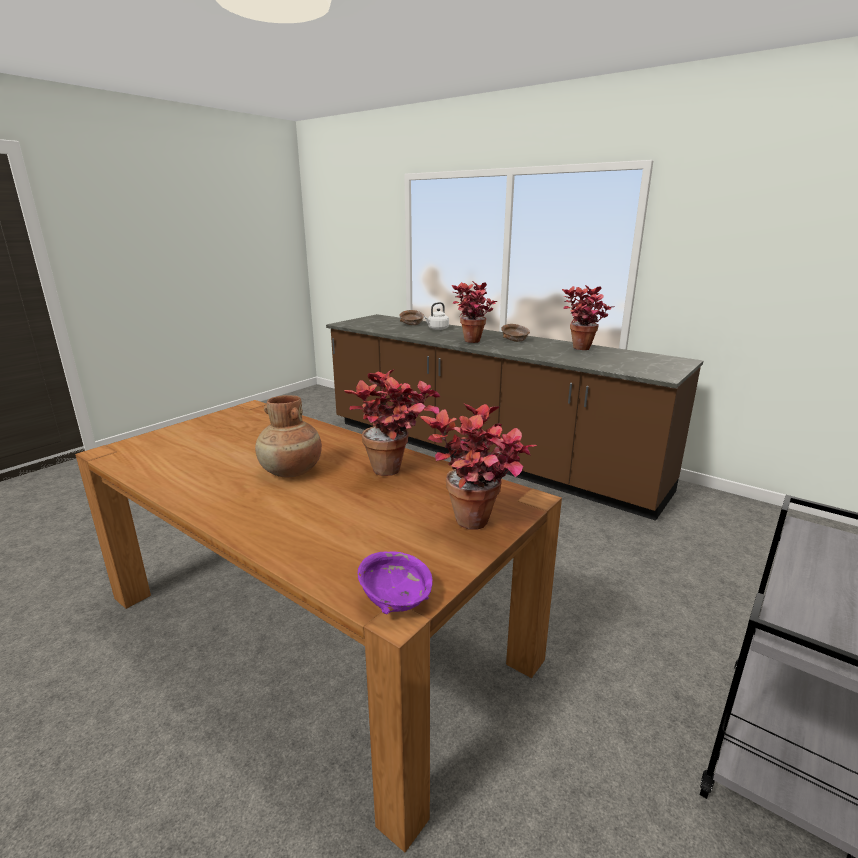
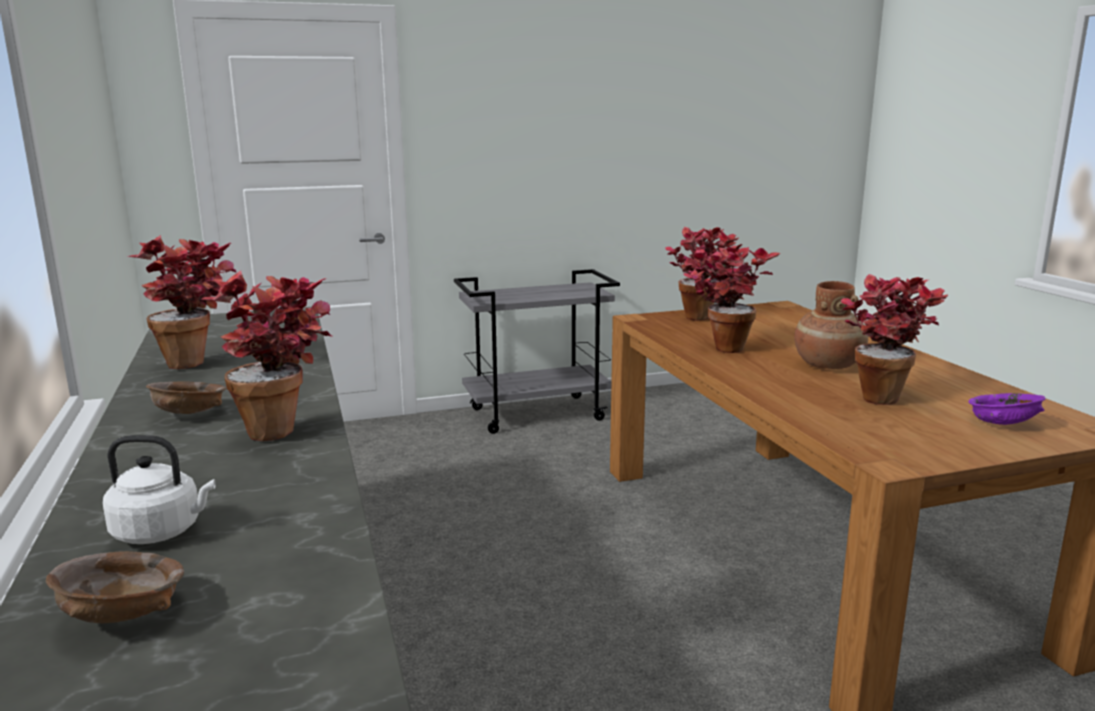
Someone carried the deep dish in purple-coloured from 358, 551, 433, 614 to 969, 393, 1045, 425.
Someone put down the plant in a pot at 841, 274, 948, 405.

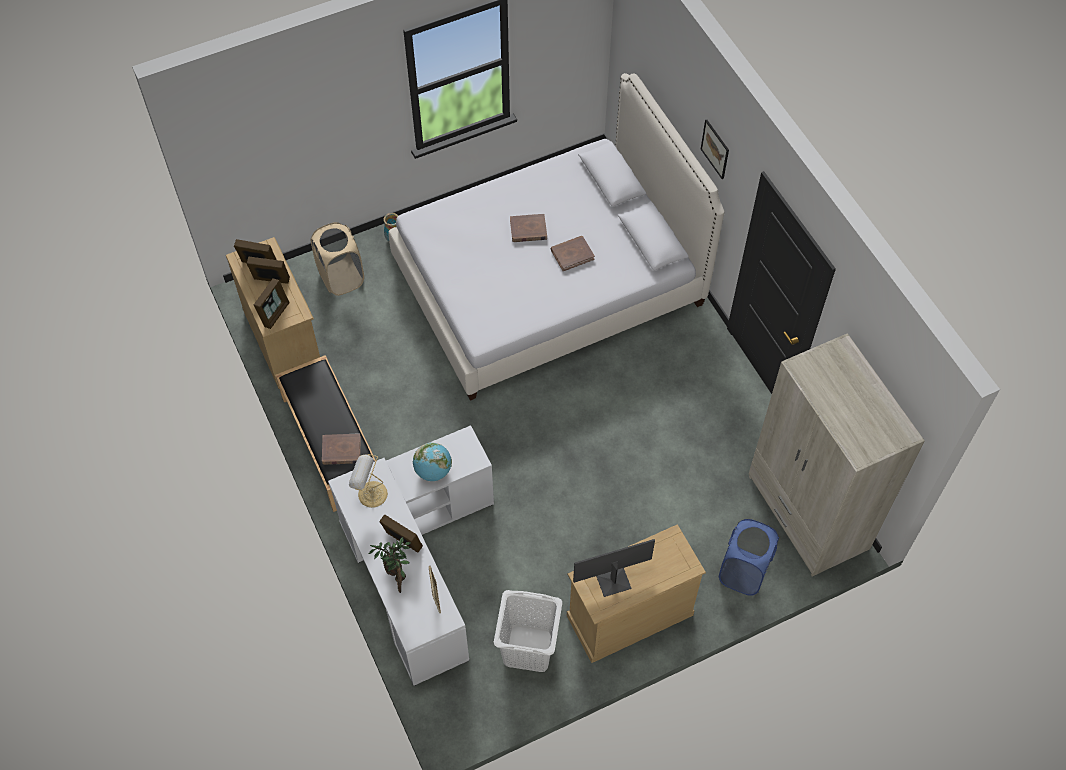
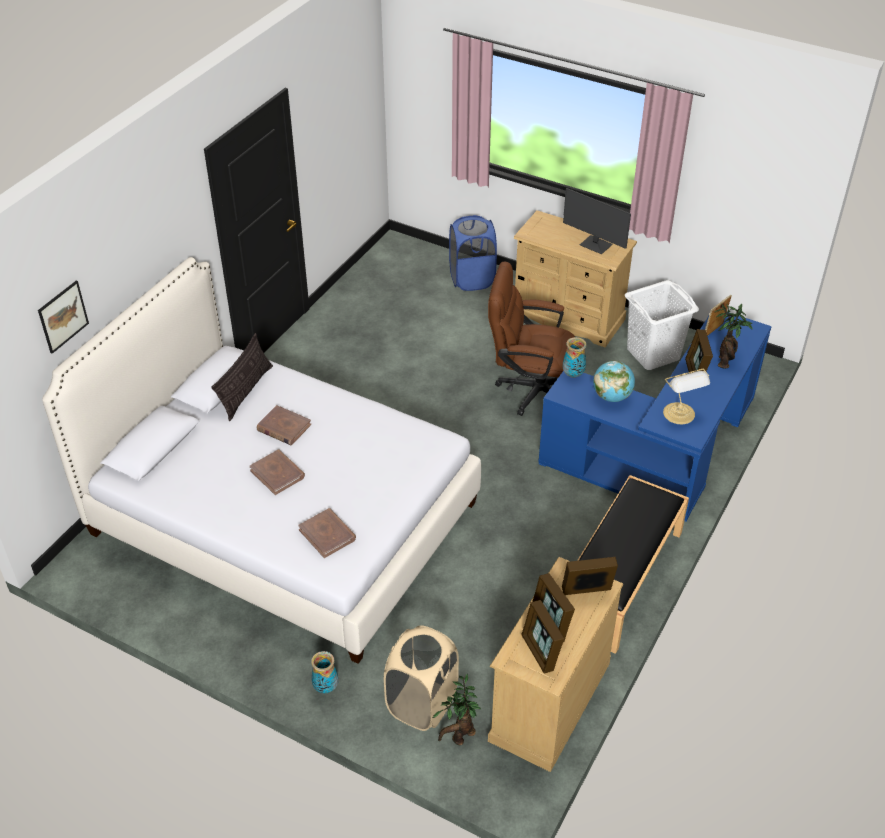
Someone carried the book in brownish from 322, 433, 361, 465 to 298, 508, 356, 558.
Someone repainted the desk in white-coloured at 328, 425, 494, 686, which became the desk in blue at 538, 315, 772, 521.
Someone carried the wall picture from 701, 120, 729, 179 to 38, 281, 89, 354.
Someone took away the armoire in beige at 749, 333, 925, 576.
Someone put down the pillow at 212, 333, 273, 421.
Someone put down the plant in a pot at 433, 674, 481, 746.
Someone put down the computer chair in brownish at 488, 262, 575, 416.
Someone put down the decorative vase at 563, 337, 587, 378.

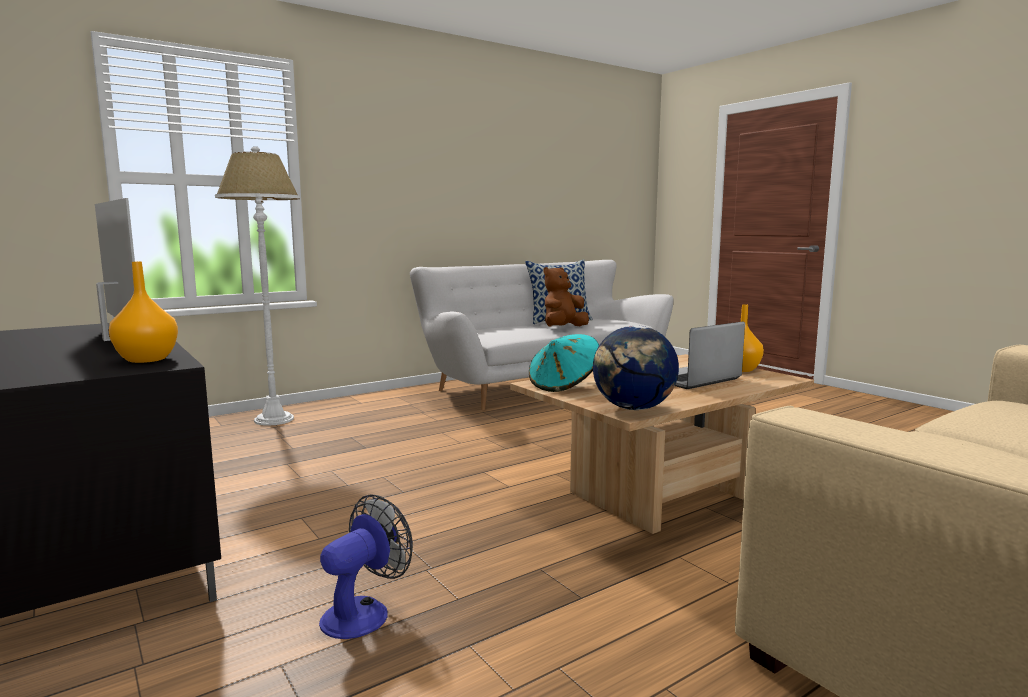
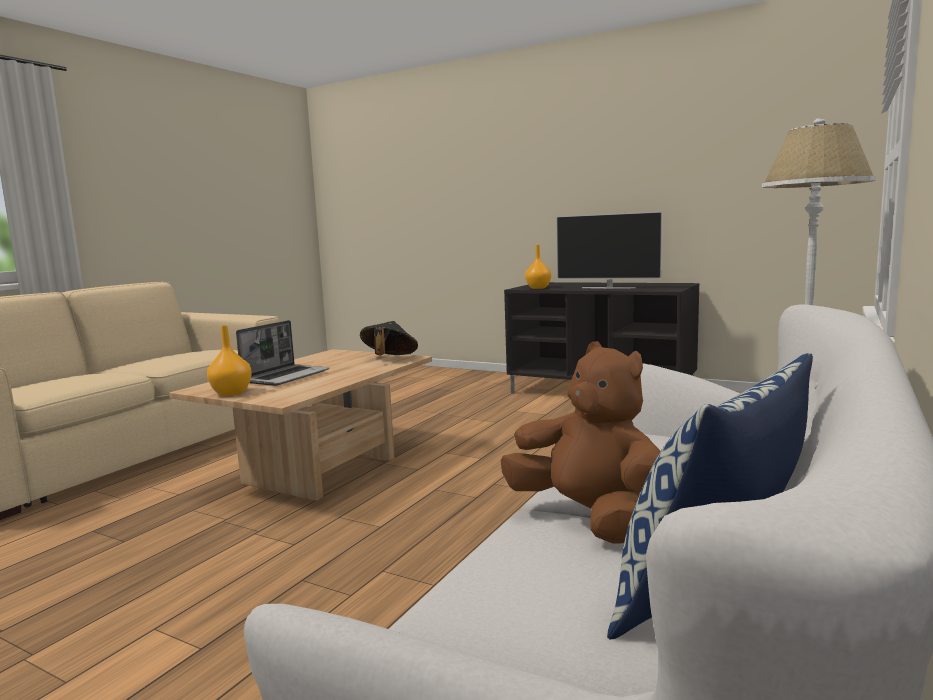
Someone took away the cooling fan at 319, 494, 413, 639.
Someone repainted the hat in turquoise at 529, 334, 599, 392, which became the hat in black at 360, 321, 418, 355.
Someone rotated the cuddly toy in brownish at 544, 267, 589, 327 by 60 degrees counterclockwise.
Someone took away the world globe at 593, 325, 679, 410.

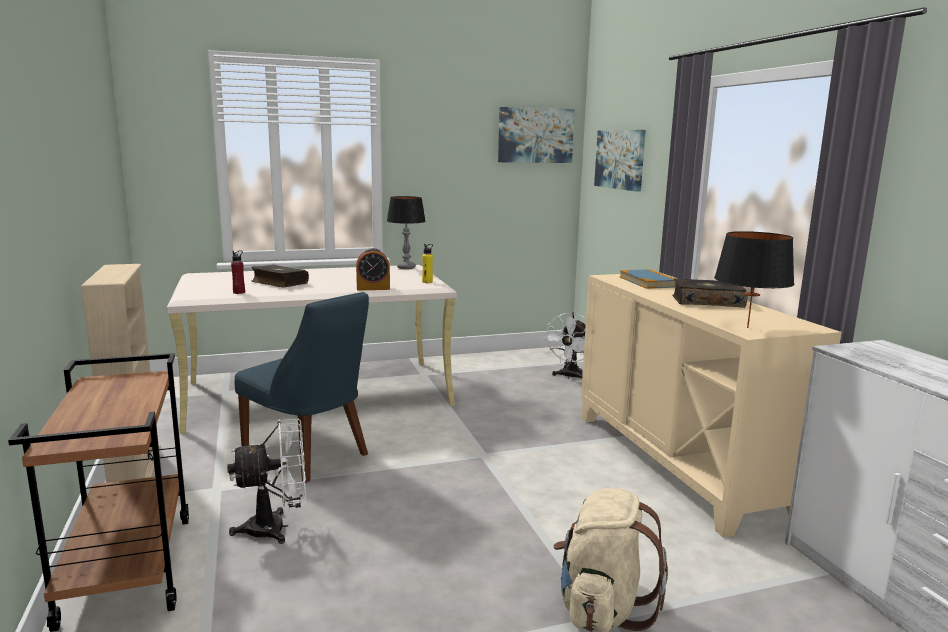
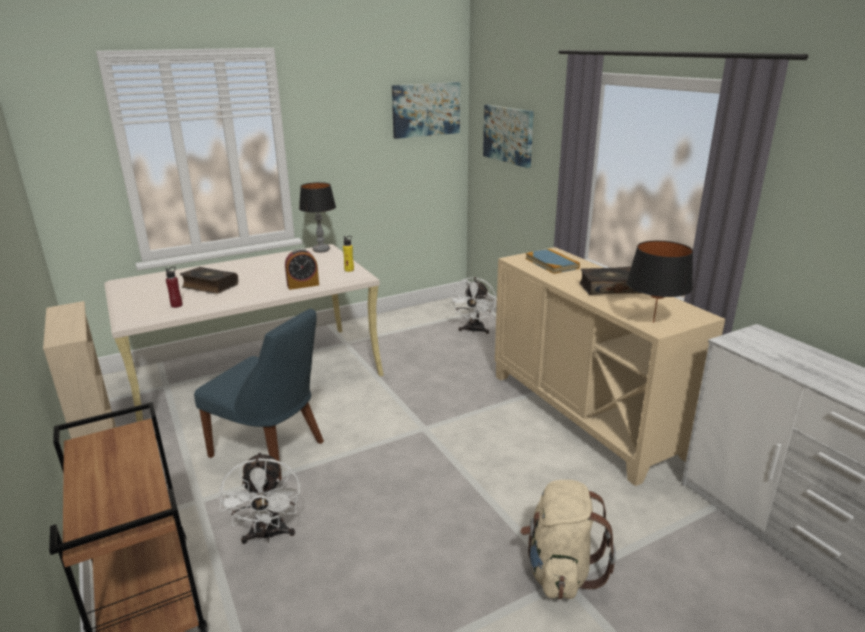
Someone rotated the cooling fan in white-coloured at 227, 419, 306, 544 by 105 degrees clockwise.

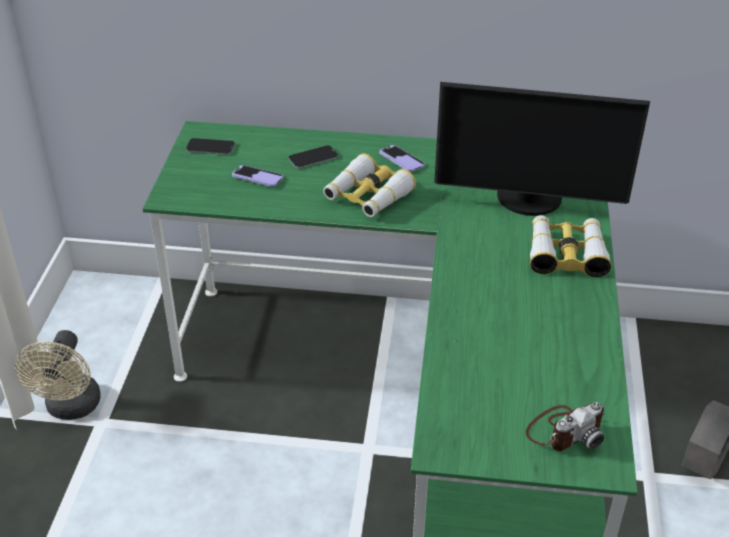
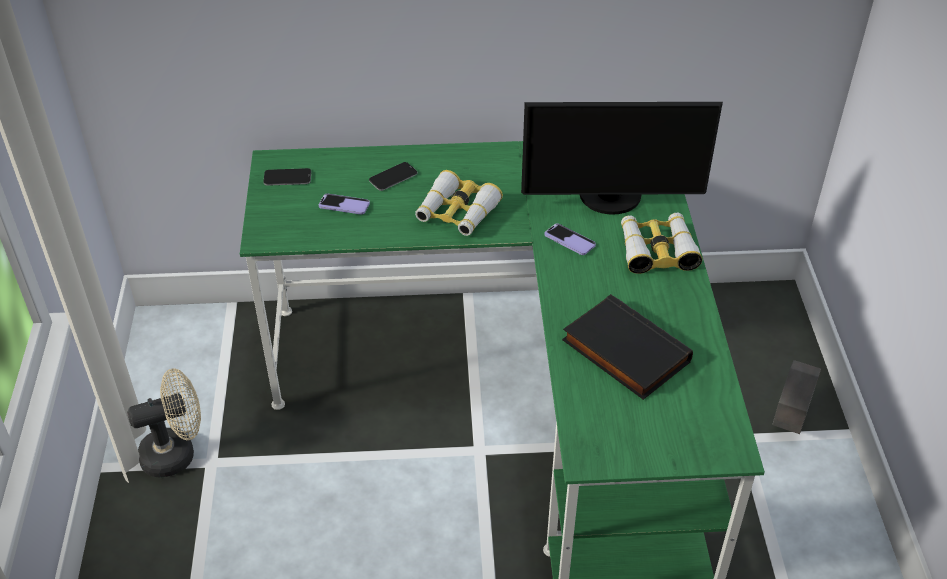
Someone rotated the cooling fan in beige at 15, 330, 101, 420 by 105 degrees counterclockwise.
Someone carried the handset from 379, 145, 425, 172 to 544, 223, 596, 255.
Someone took away the still camera at 525, 402, 604, 451.
Someone put down the book in black at 562, 294, 693, 400.

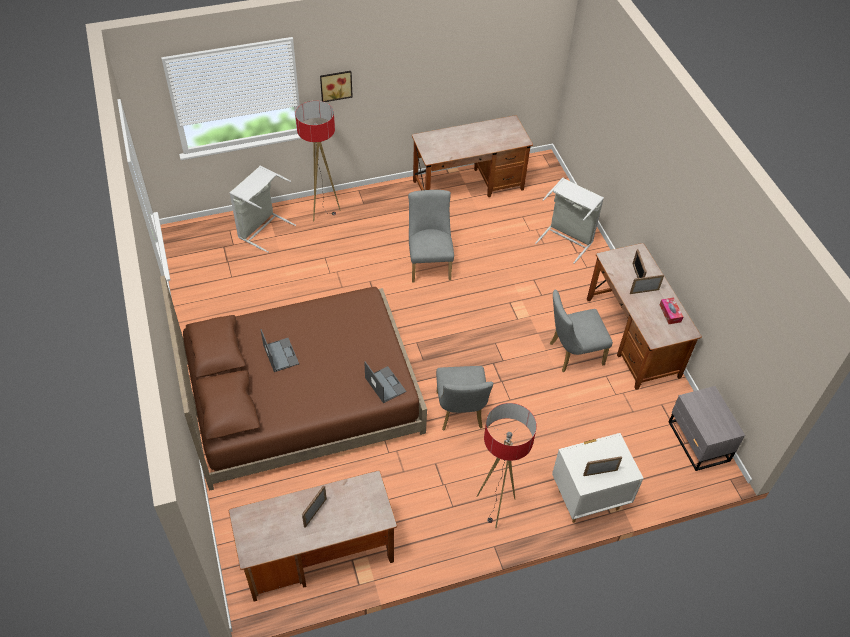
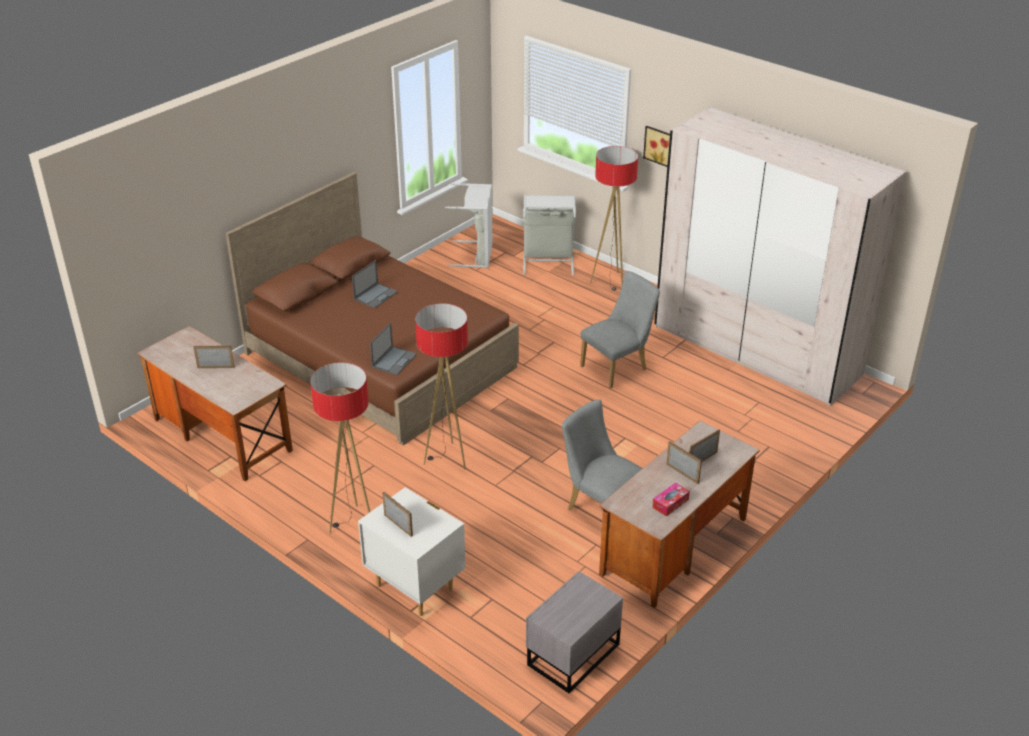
Someone swapped the desk at 412, 115, 533, 197 for the armoire in beige at 654, 107, 907, 406.
Someone swapped the plain chair in grey at 436, 366, 493, 430 for the standard lamp at 415, 303, 468, 469.
Someone carried the hamper in grey from 535, 178, 604, 264 to 445, 183, 493, 268.

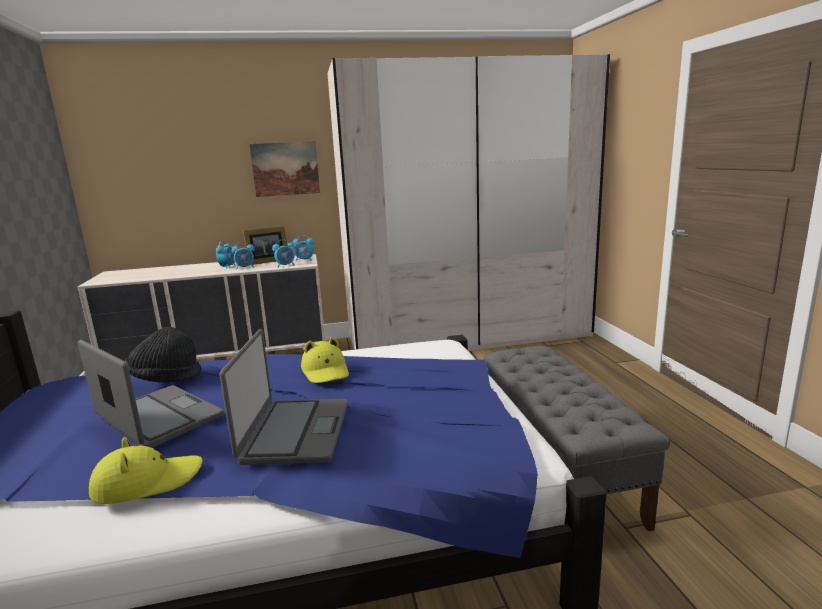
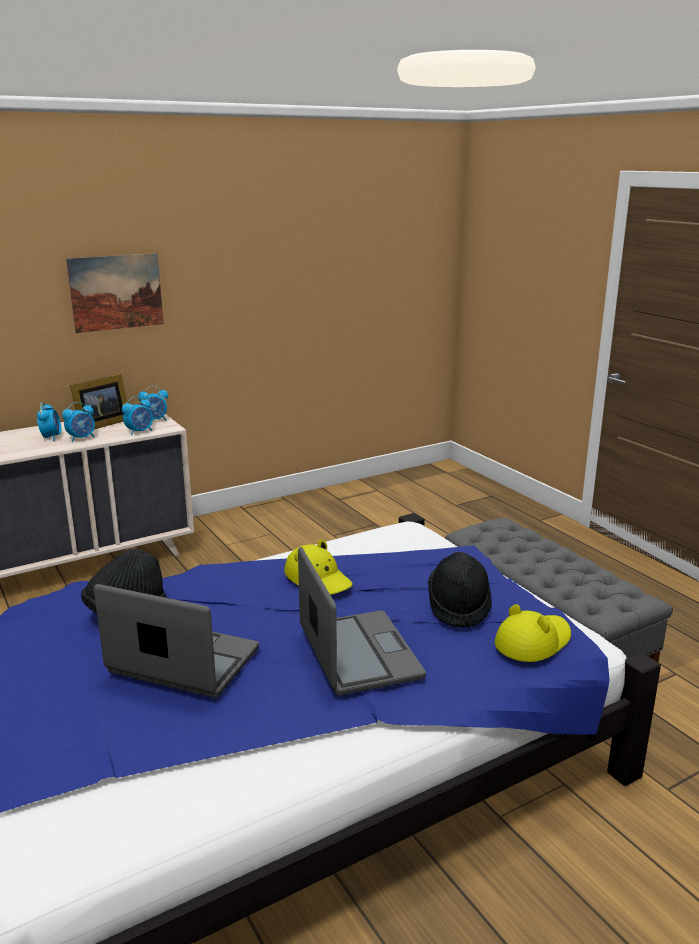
Someone carried the hat in yellow-coloured from 89, 437, 203, 504 to 495, 604, 571, 662.
Someone took away the armoire in beige at 327, 54, 610, 351.
Someone put down the hat in black at 428, 552, 492, 628.

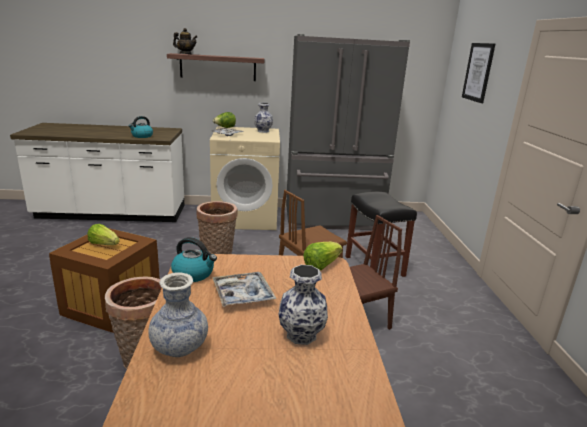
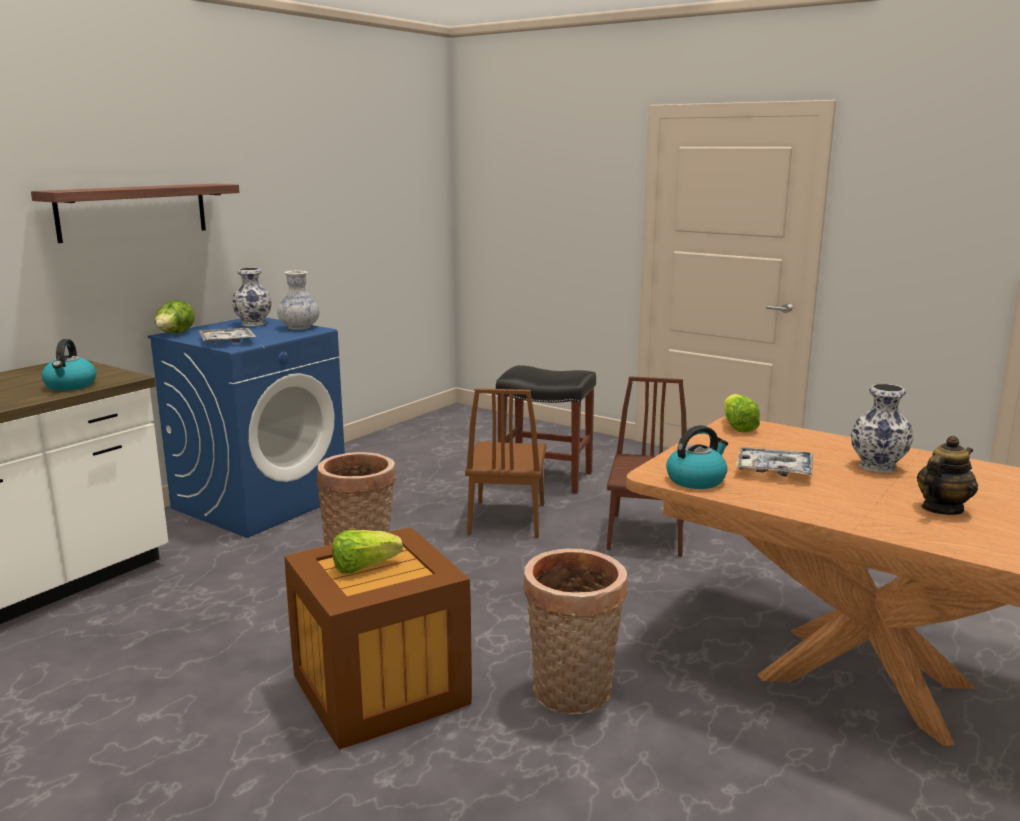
Someone carried the decorative vase from 148, 272, 208, 357 to 277, 270, 320, 330.
Someone carried the teapot from 173, 28, 197, 54 to 917, 436, 978, 515.
Someone repainted the laundry appliance in beige at 210, 126, 280, 230, which became the laundry appliance in blue at 148, 318, 345, 538.
Someone took away the refrigerator in grey at 286, 34, 410, 230.
Someone took away the wall picture at 462, 43, 495, 103.

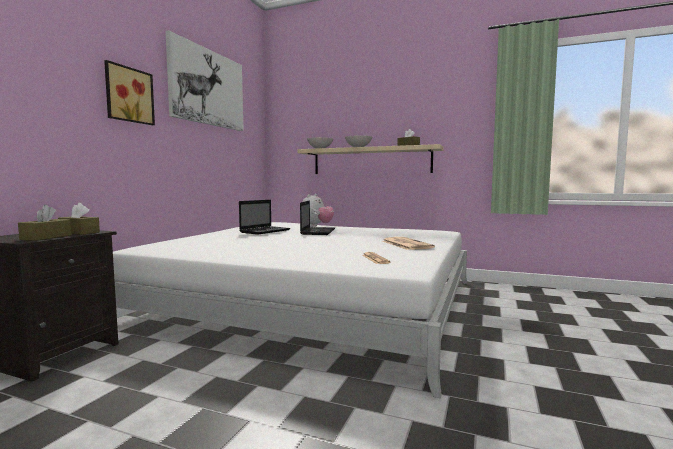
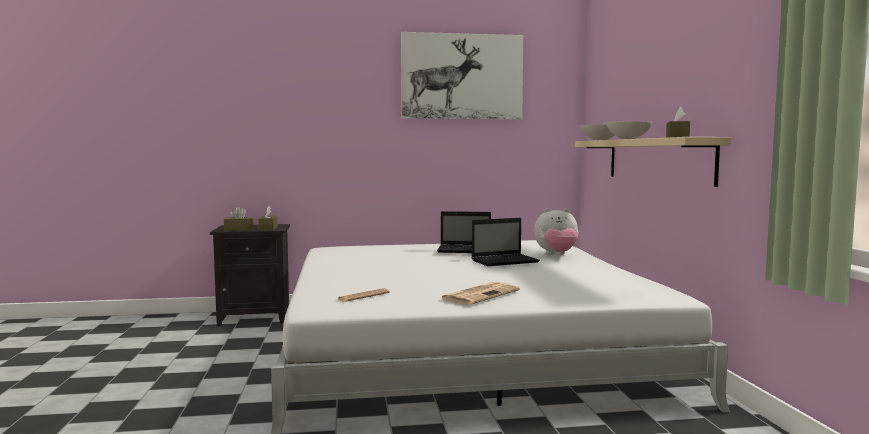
Someone took away the wall picture at 104, 60, 155, 125.

